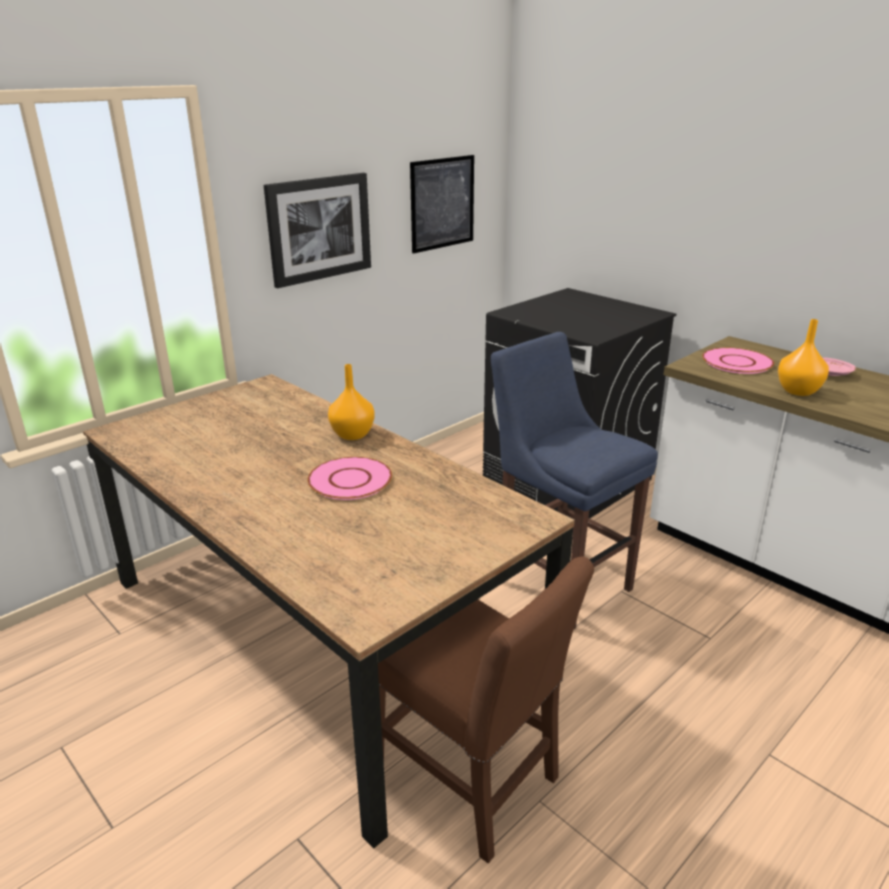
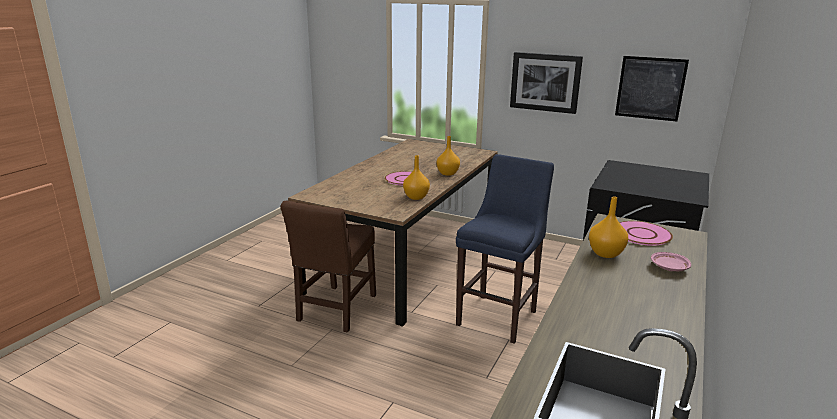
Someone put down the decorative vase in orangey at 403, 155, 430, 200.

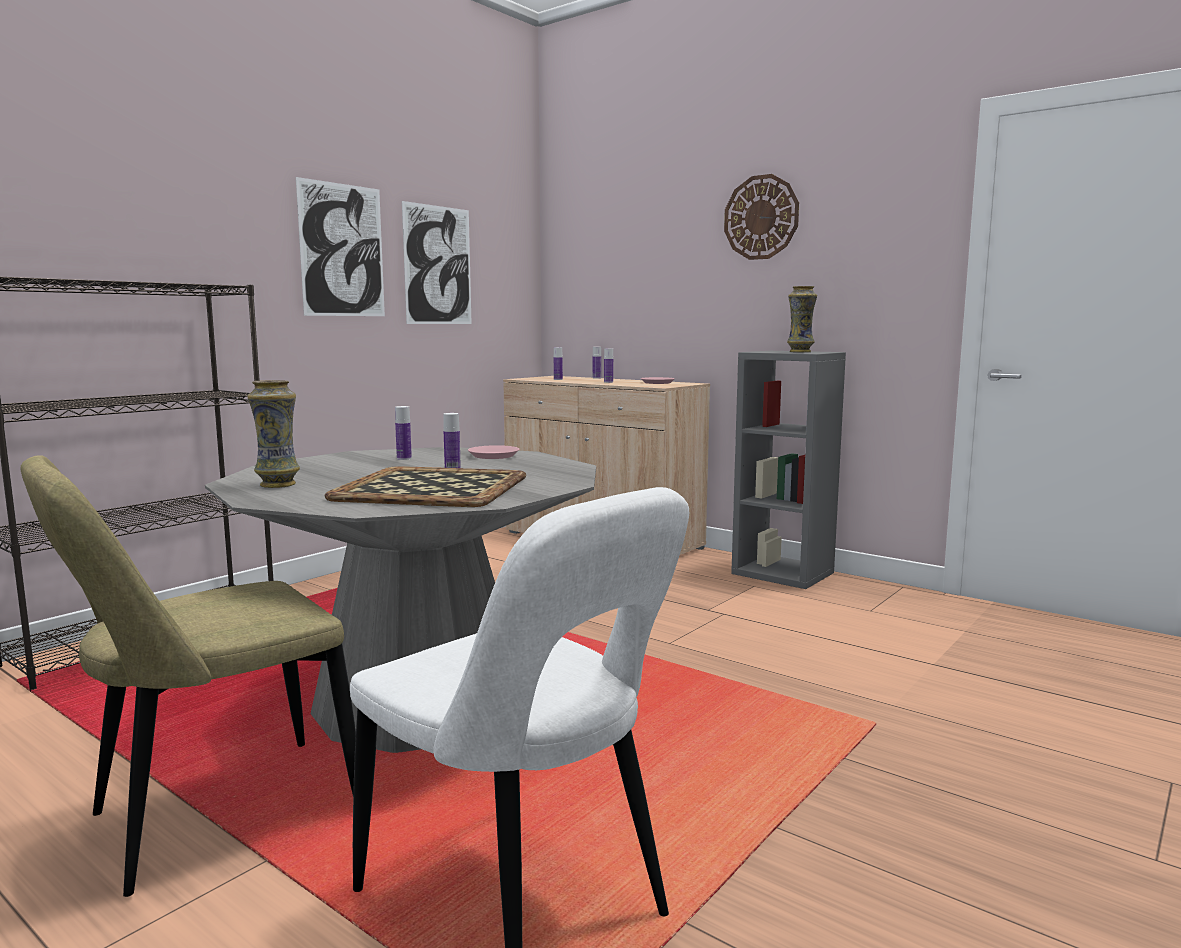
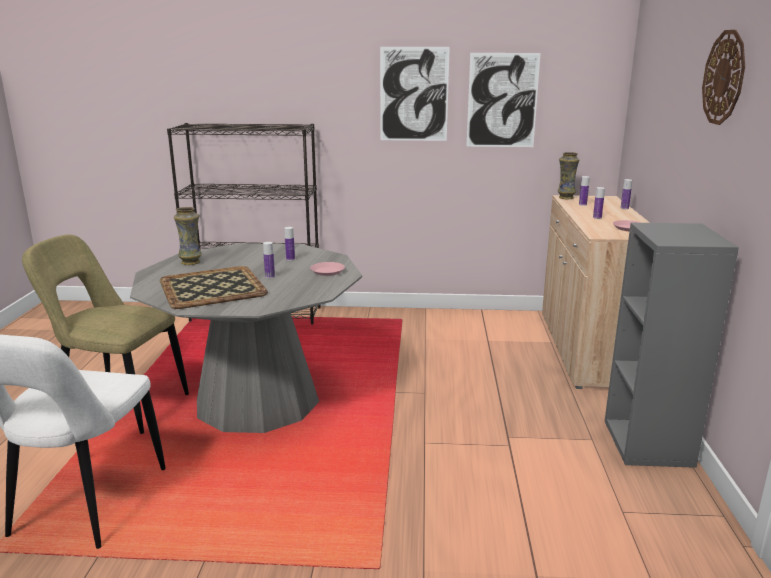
Someone carried the decorative vase from 787, 286, 817, 352 to 557, 152, 579, 199.

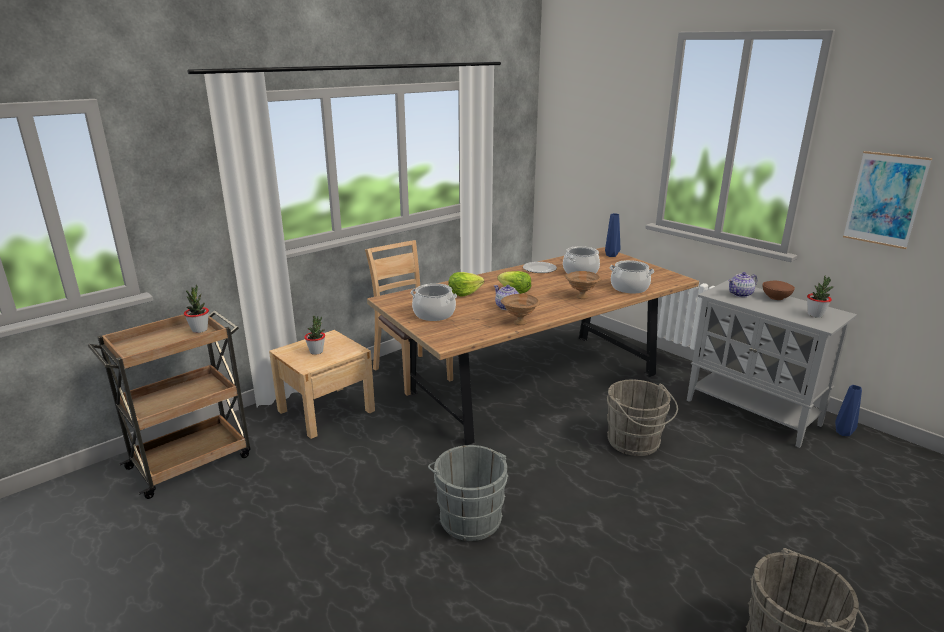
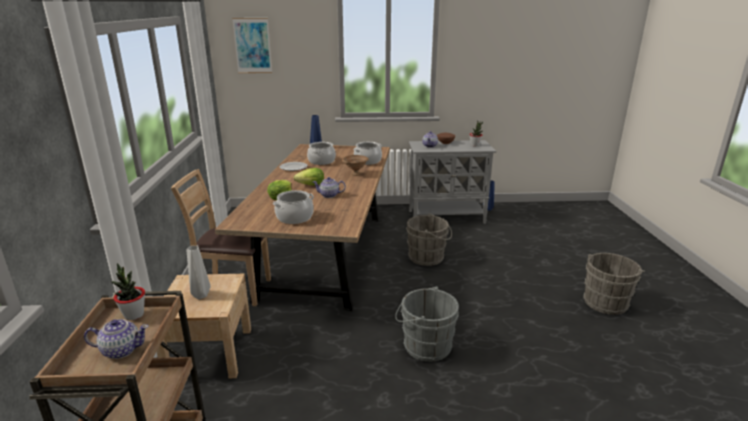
Someone swapped the plant in a pot at 304, 316, 325, 355 for the decorative vase in grey at 186, 246, 211, 299.
Someone took away the deep dish in brownish at 501, 294, 540, 325.
Someone carried the wall picture from 843, 151, 932, 249 to 232, 18, 272, 73.
Someone put down the teapot at 84, 319, 149, 359.

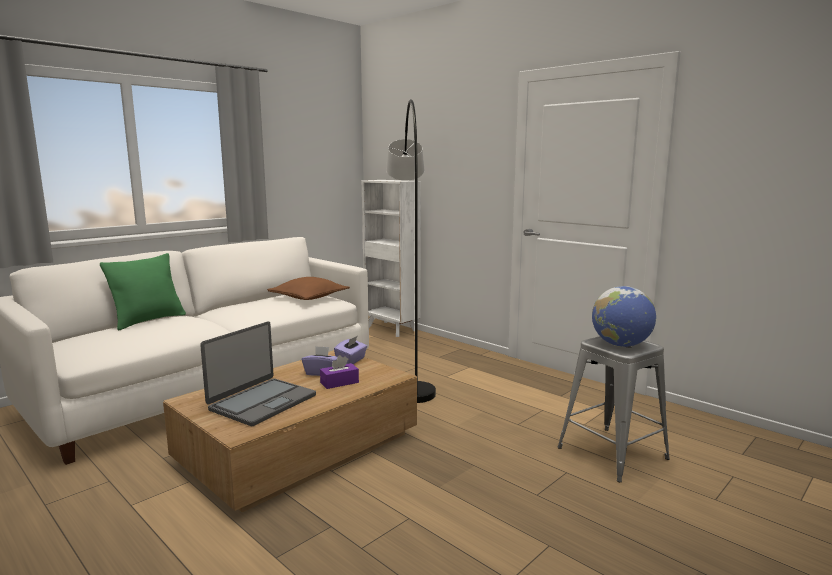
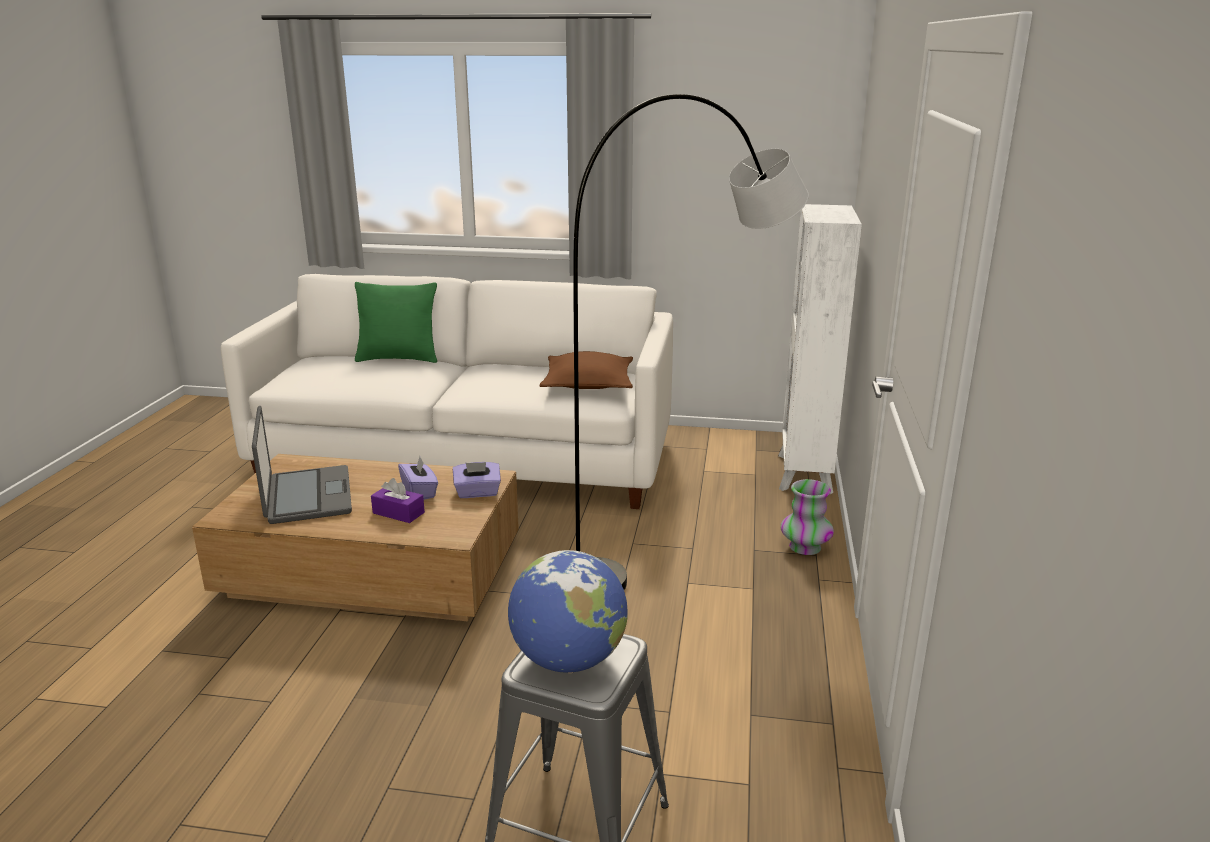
Someone rotated the portable computer at 200, 321, 316, 426 by 105 degrees counterclockwise.
Someone put down the decorative vase at 781, 479, 834, 555.

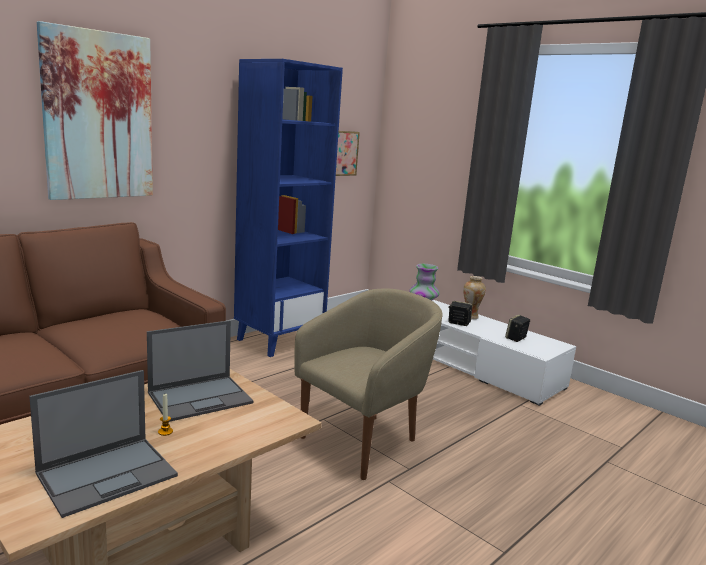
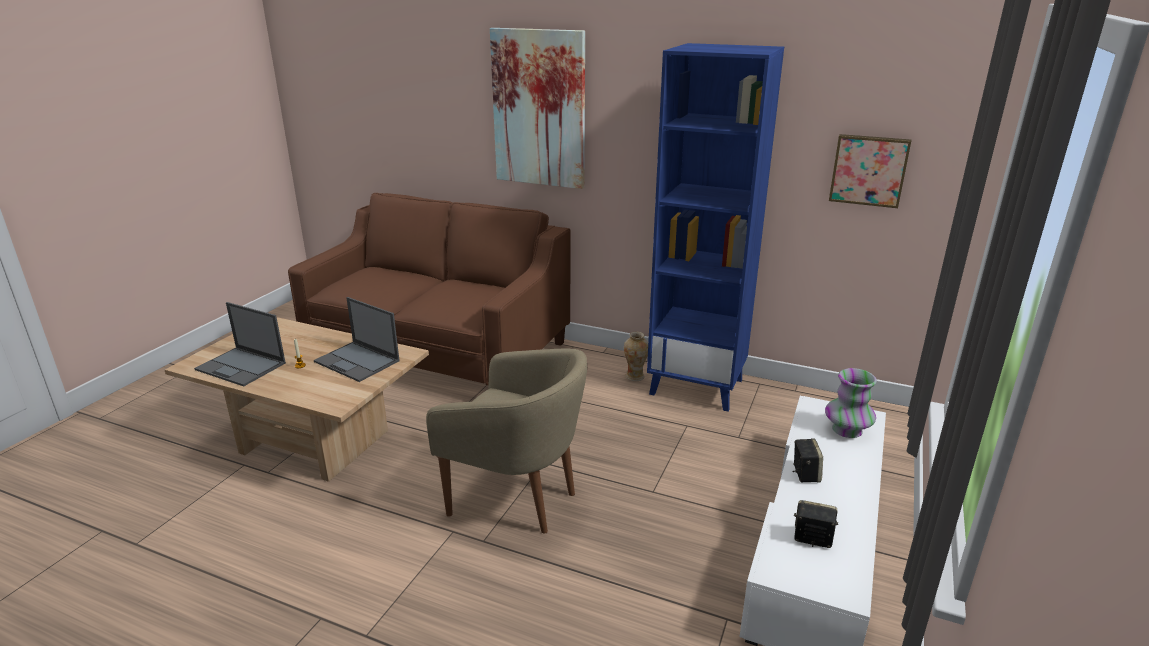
Someone carried the decorative vase from 463, 276, 486, 319 to 624, 332, 648, 381.

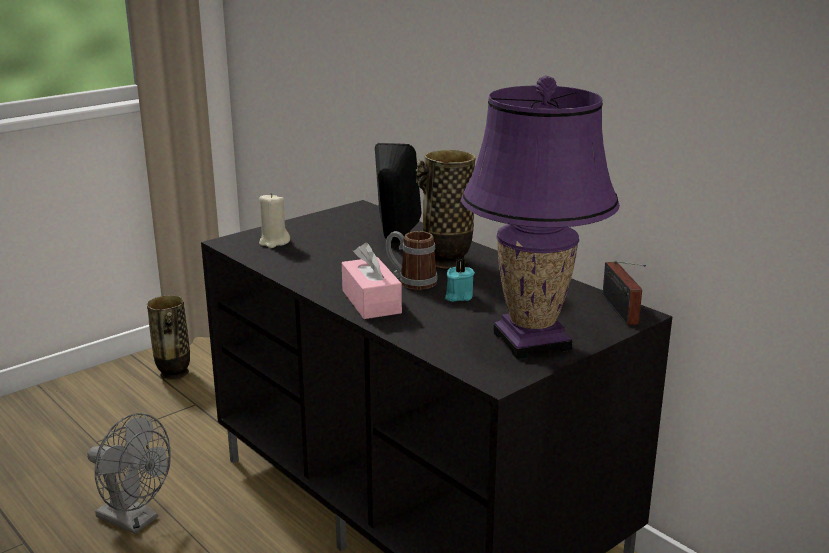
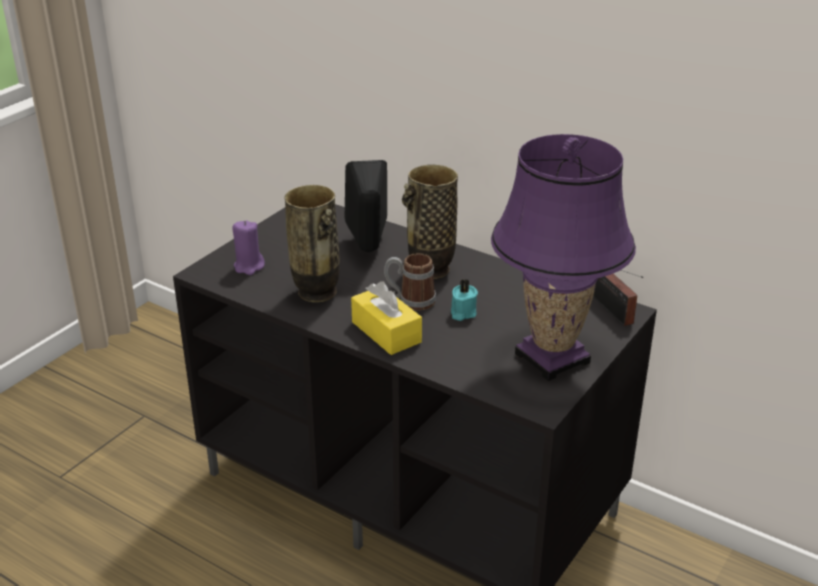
Someone took away the cooling fan in grey at 87, 413, 171, 534.
Someone carried the decorative vase from 147, 295, 190, 380 to 285, 185, 340, 302.
Someone repainted the wax candle in beige at 259, 193, 290, 248, which became the wax candle in purple-coloured at 232, 220, 265, 275.
Someone repainted the tissue holder in pink at 342, 243, 402, 319, which became the tissue holder in yellow-coloured at 351, 281, 422, 355.

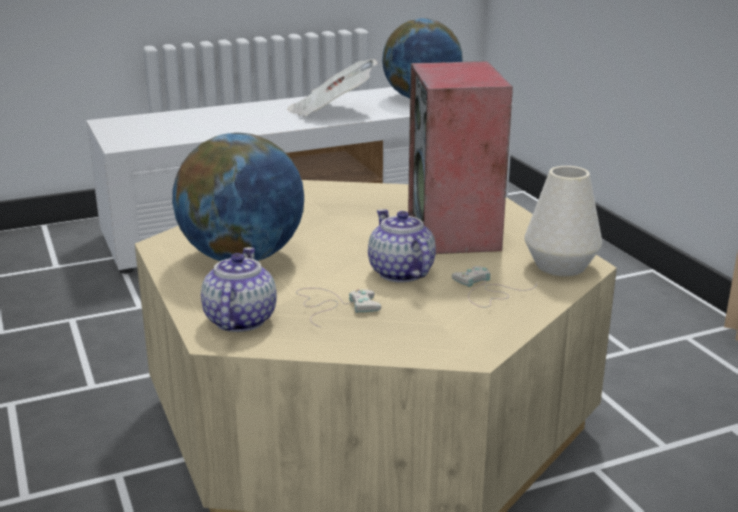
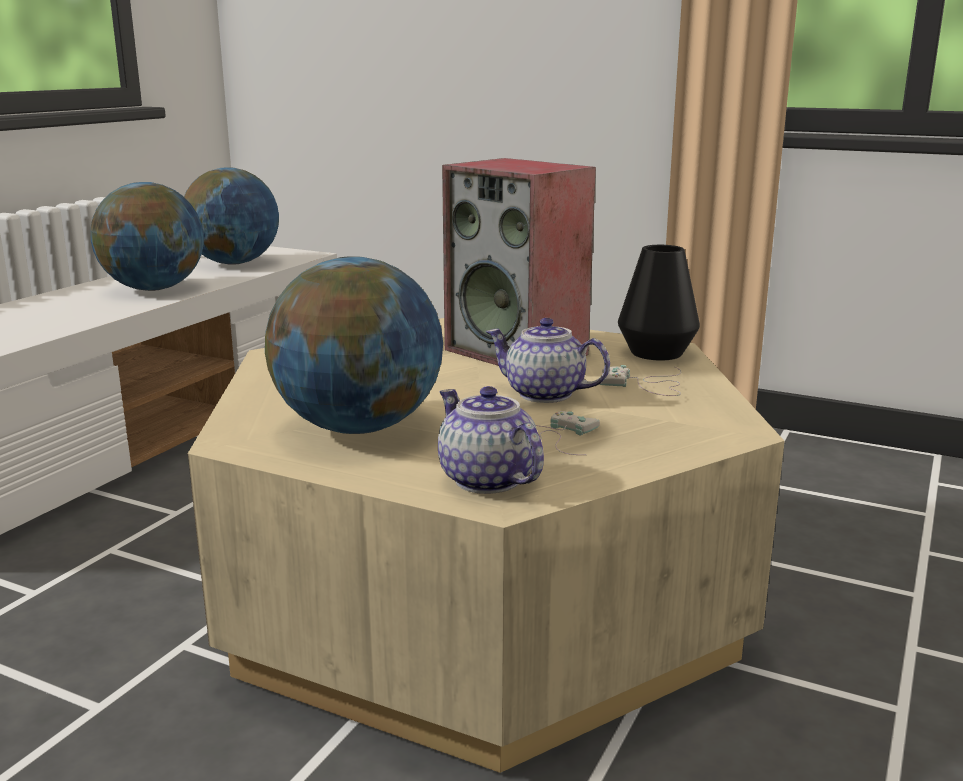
Someone swapped the newspaper at 287, 59, 378, 117 for the world globe at 90, 182, 204, 291.
Someone repainted the decorative vase in white-coloured at 525, 166, 602, 276, which became the decorative vase in black at 618, 245, 700, 361.

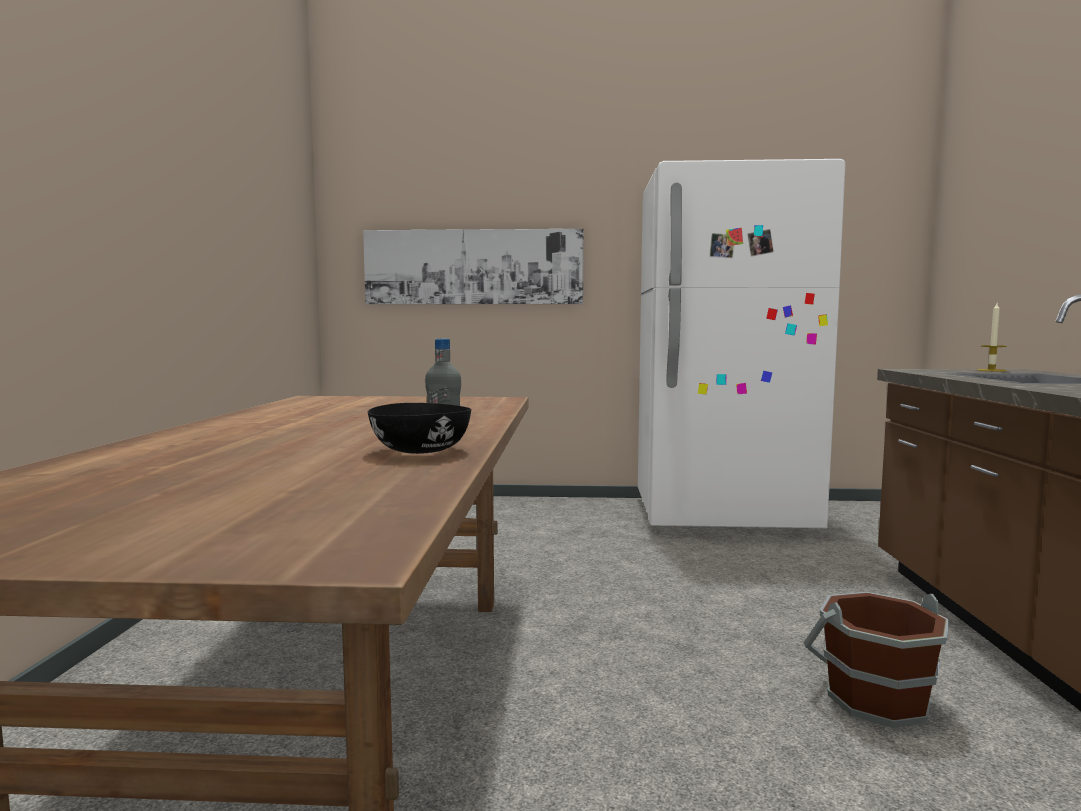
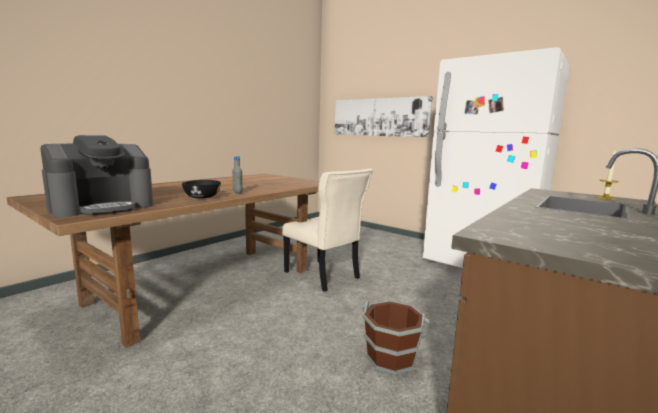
Someone put down the coffee maker at 40, 135, 153, 217.
Someone put down the plain chair in beige at 282, 168, 373, 292.

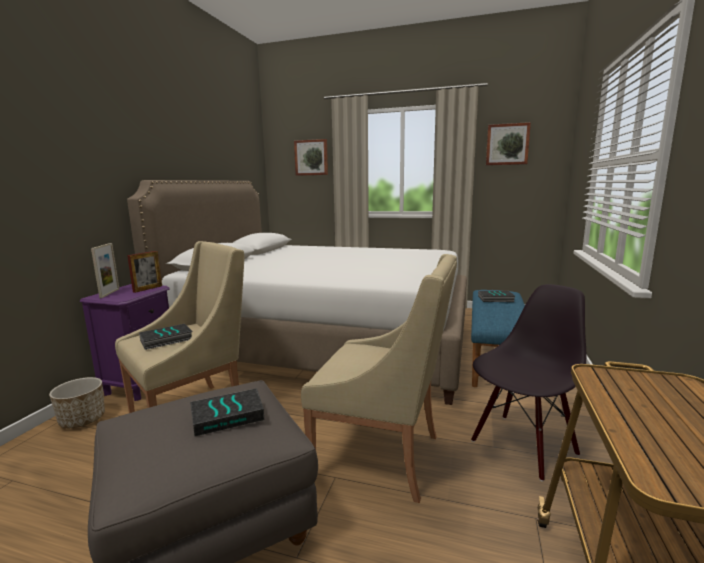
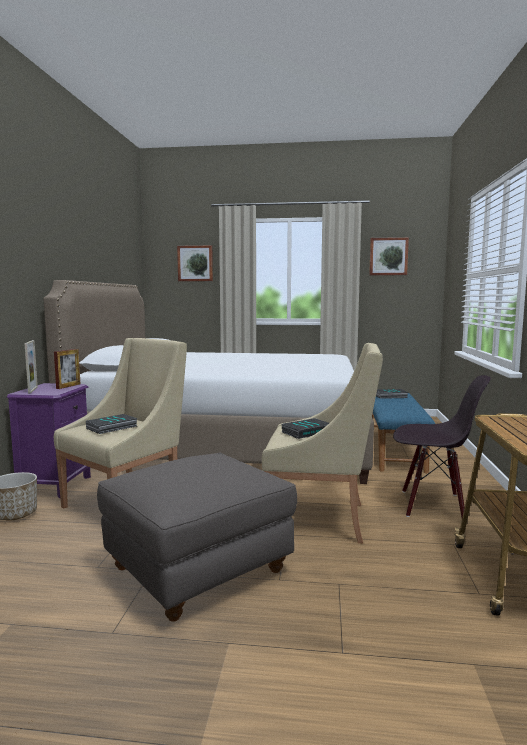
Someone carried the book from 190, 388, 264, 436 to 281, 418, 329, 439.
Someone rotated the plain chair in black at 471, 284, 586, 482 by 60 degrees clockwise.

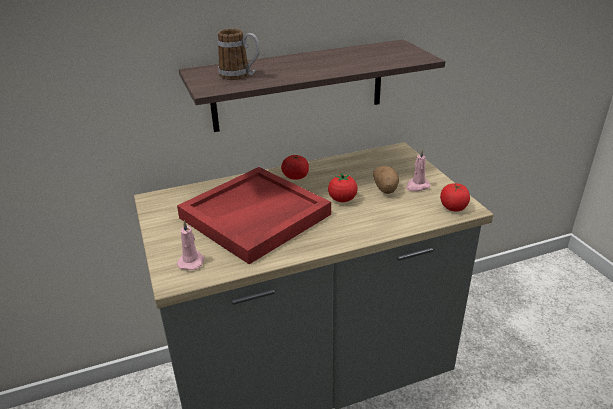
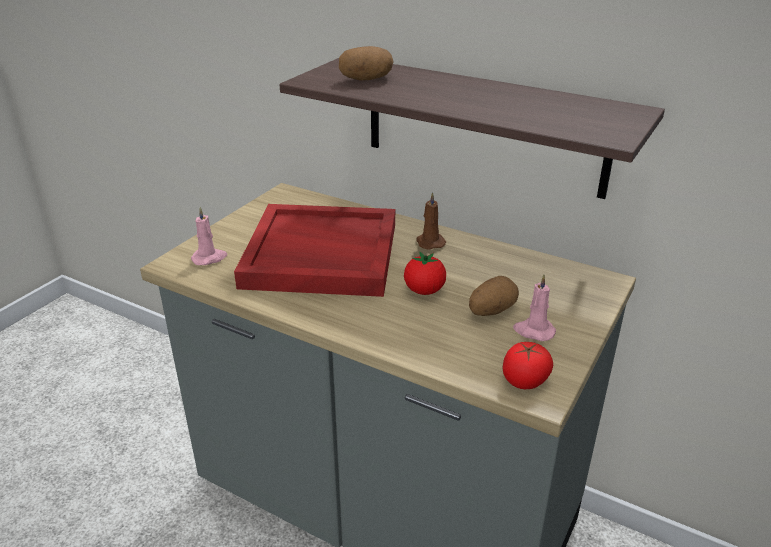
Someone swapped the mug at 218, 29, 260, 80 for the spud at 339, 46, 394, 81.
Someone swapped the fresh tomato at 281, 155, 309, 180 for the wax candle in brownish at 416, 192, 446, 250.

